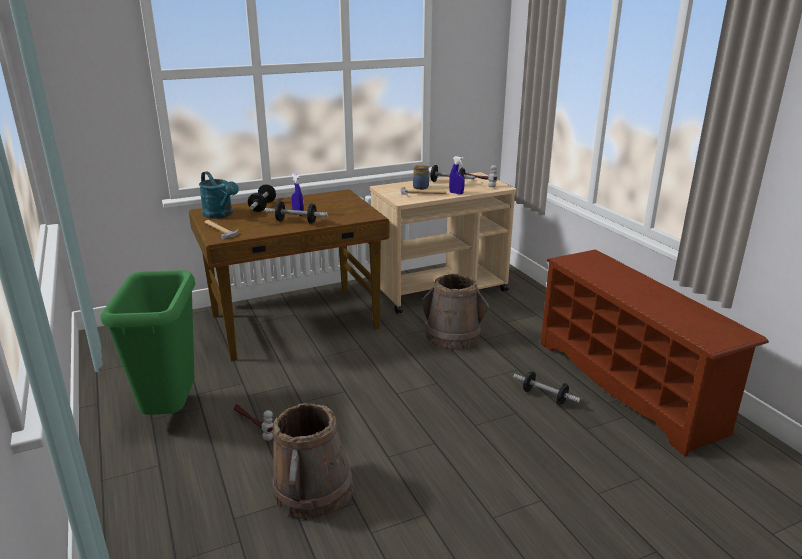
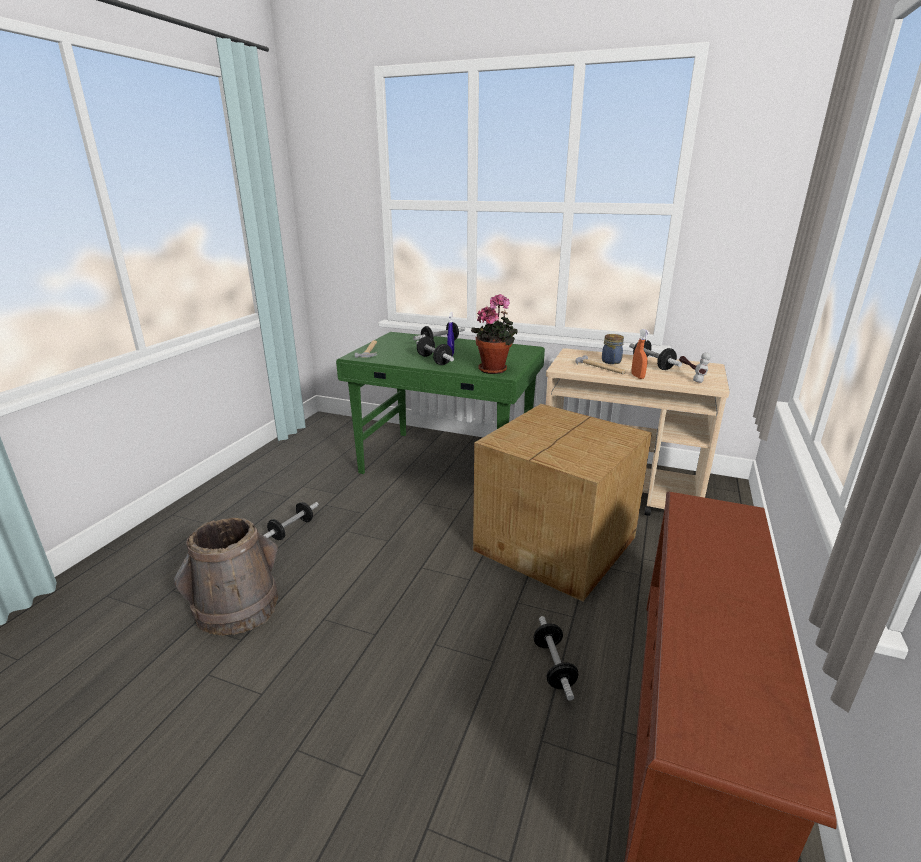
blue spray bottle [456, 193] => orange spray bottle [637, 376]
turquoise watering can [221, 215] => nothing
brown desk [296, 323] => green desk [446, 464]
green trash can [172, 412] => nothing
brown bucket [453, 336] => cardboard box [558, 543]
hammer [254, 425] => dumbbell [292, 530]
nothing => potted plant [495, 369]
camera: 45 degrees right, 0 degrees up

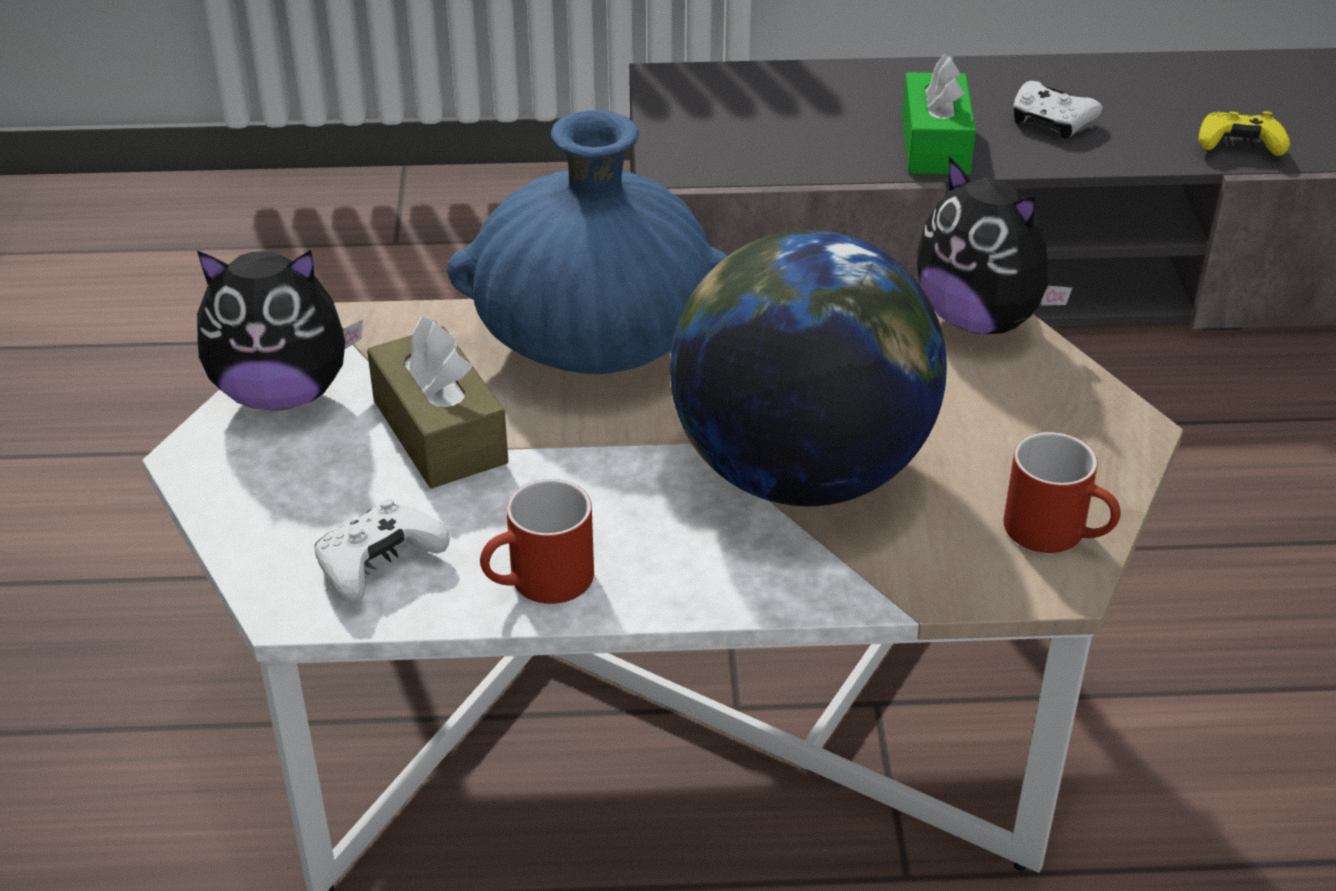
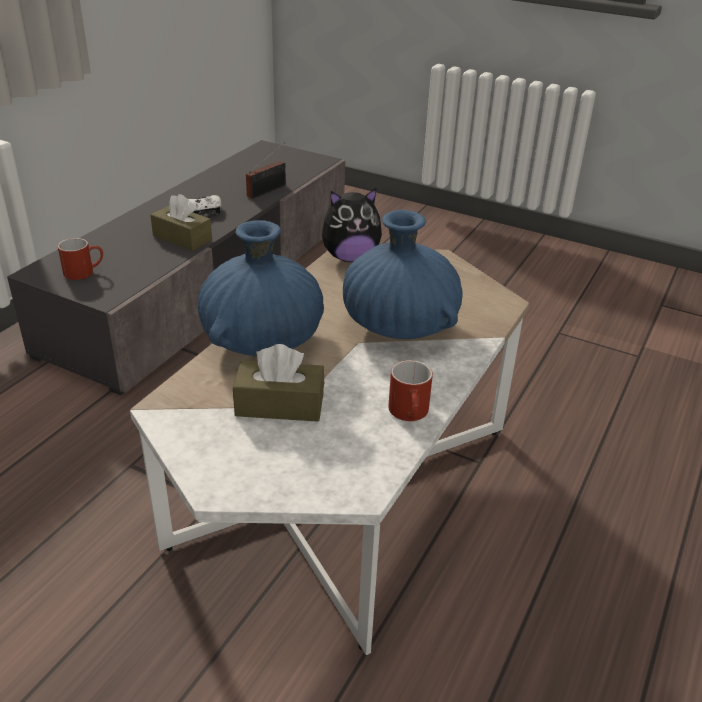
green tissue box [935, 144] => brown tissue box [182, 238]
yellow game controller [1238, 147] => radio [269, 190]
globe [800, 470] => blue vase [399, 327]
plush toy [283, 393] => nothing
red mug [1059, 532] => red mug [84, 271], moved
white game controller [378, 565] => nothing
camera: 60 degrees left, 5 degrees down

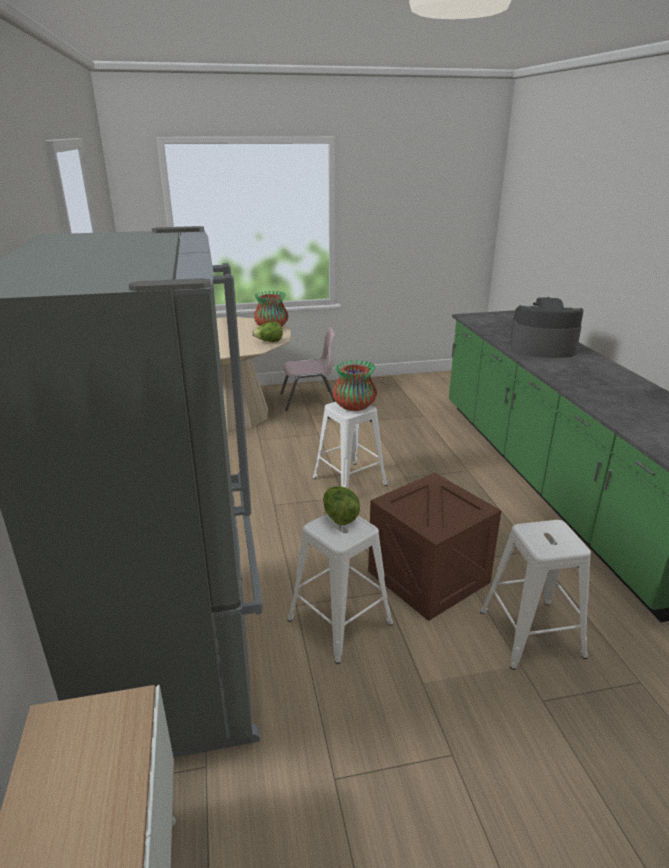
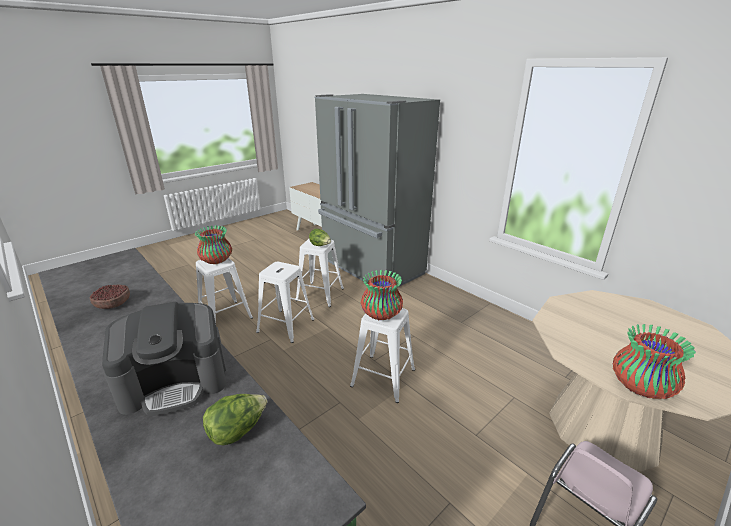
lettuce [269, 342] => lettuce [237, 430], moved
crate [428, 577] => white stool [285, 325]
nothing => vase [216, 260]
nothing => bowl [113, 304]
camera: 150 degrees right, 0 degrees up

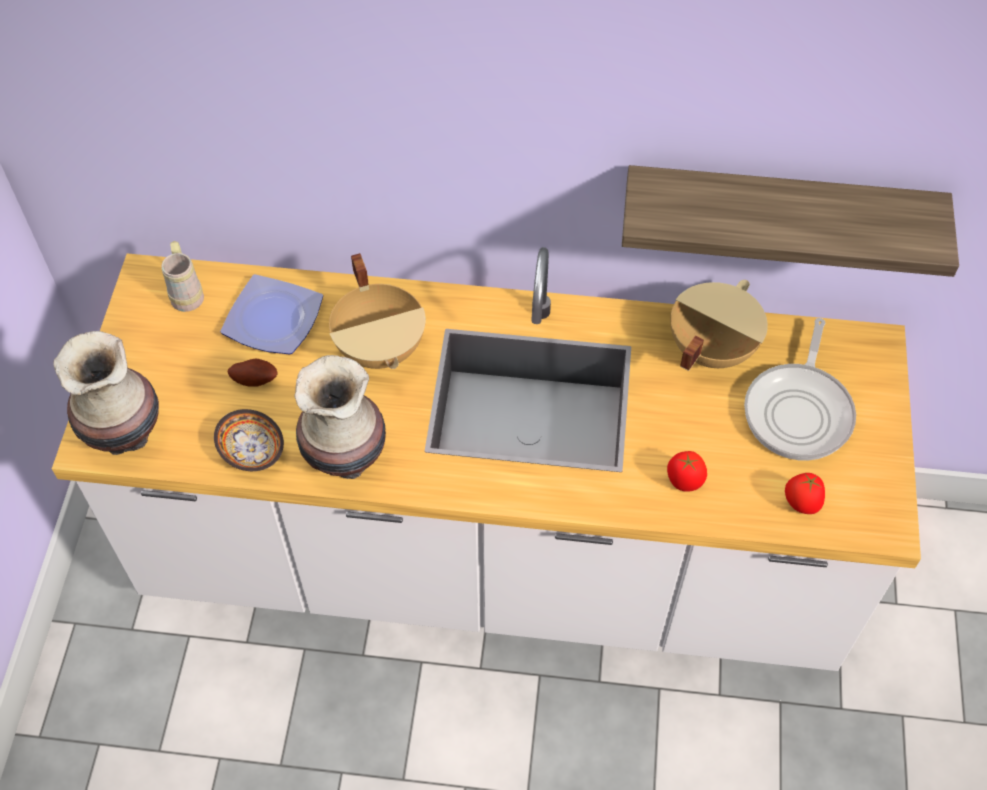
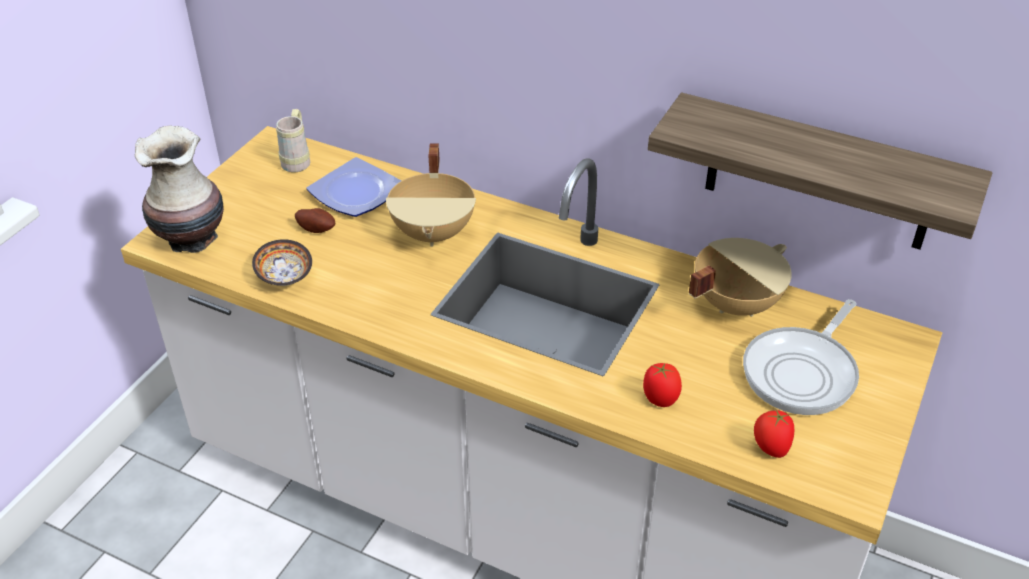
vase [347, 457] => nothing
camera: 20 degrees right, 15 degrees down

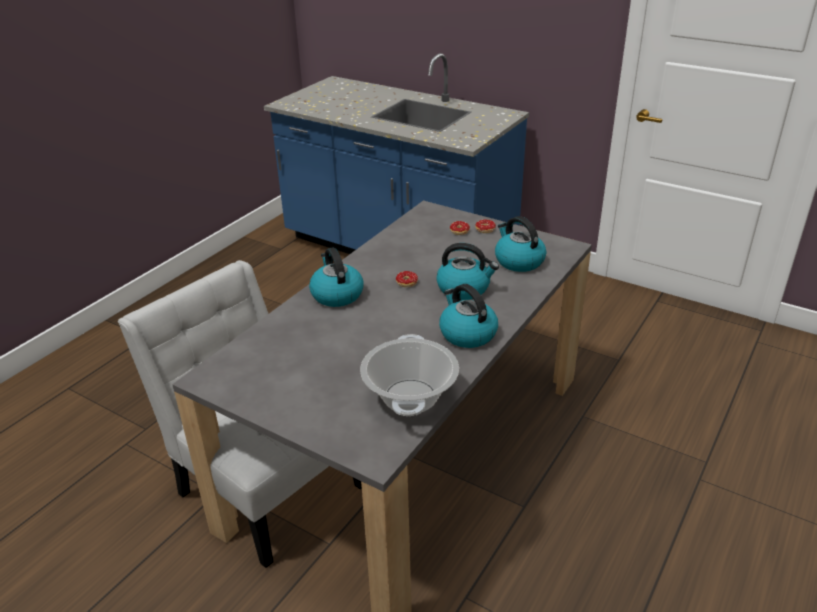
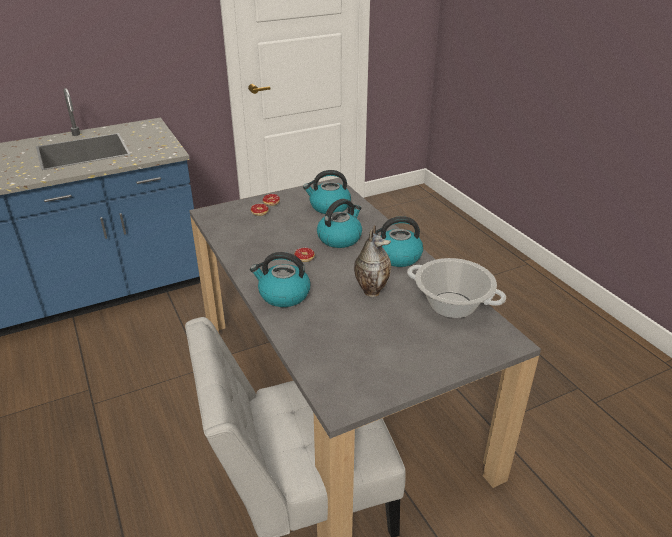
nothing => vase [371, 290]
camera: 60 degrees left, 0 degrees up

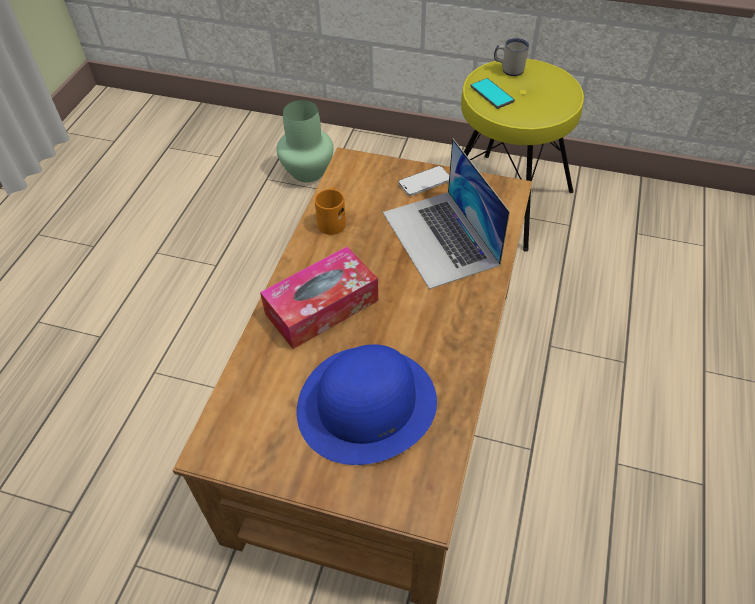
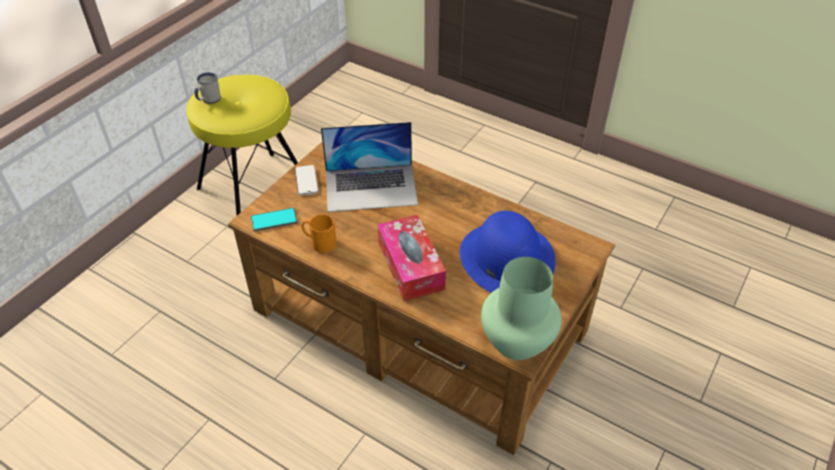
phone [492, 94] => phone [274, 220], moved
green vase [307, 171] => green vase [515, 342], moved
camera: 75 degrees left, 5 degrees down

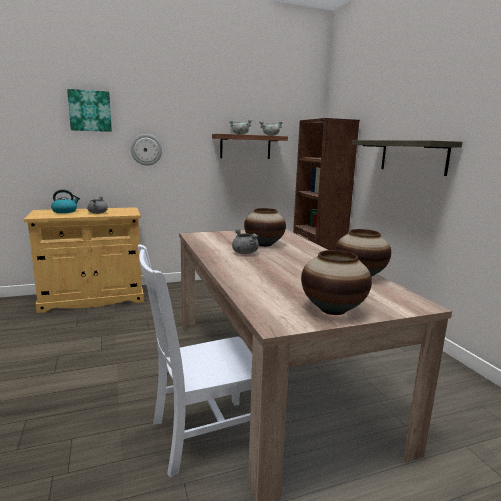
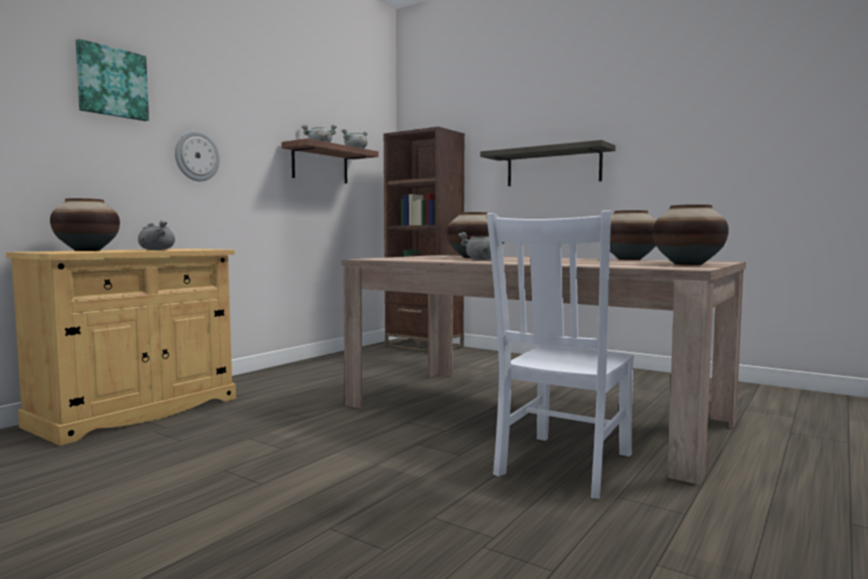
kettle [65, 211] => vase [87, 250]
camera: 35 degrees left, 10 degrees down

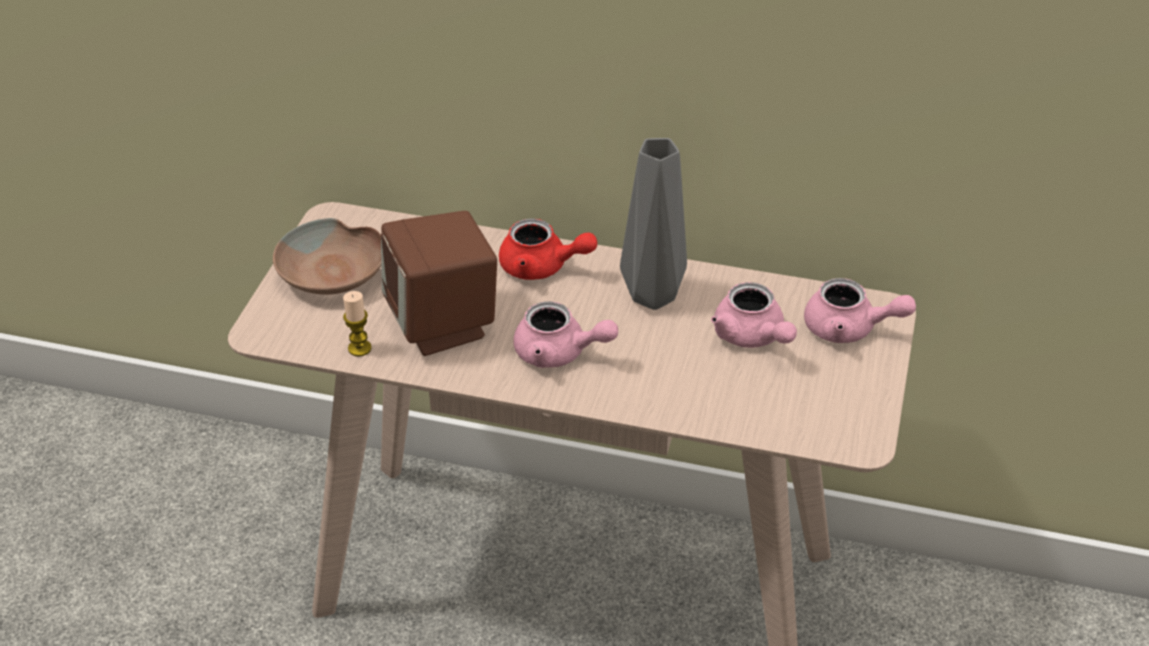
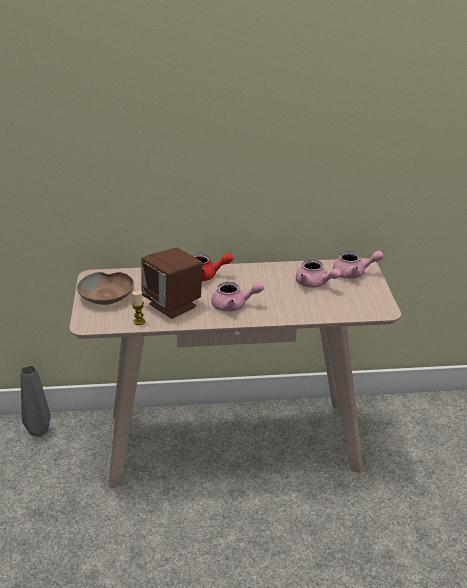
grey vase [651, 297] => grey vase [38, 432], moved
camera: 20 degrees left, 10 degrees down

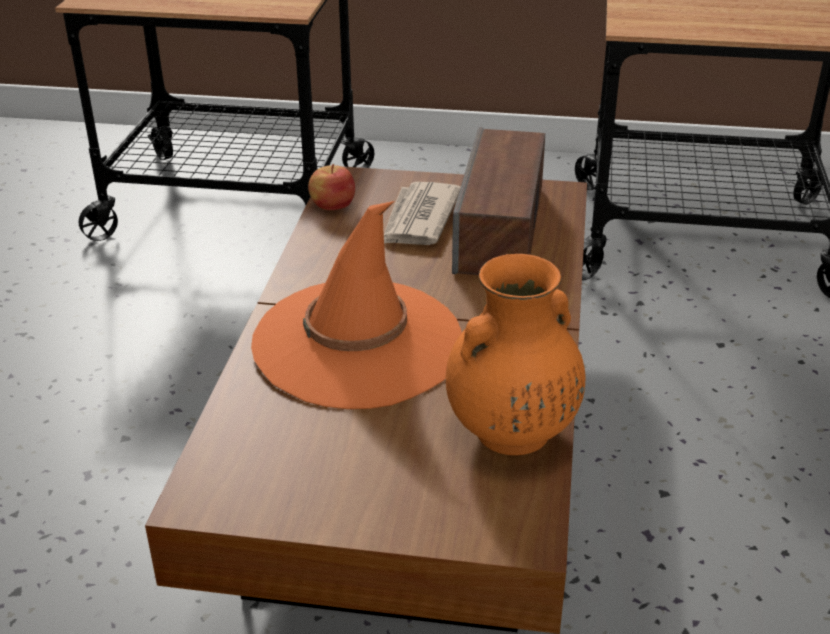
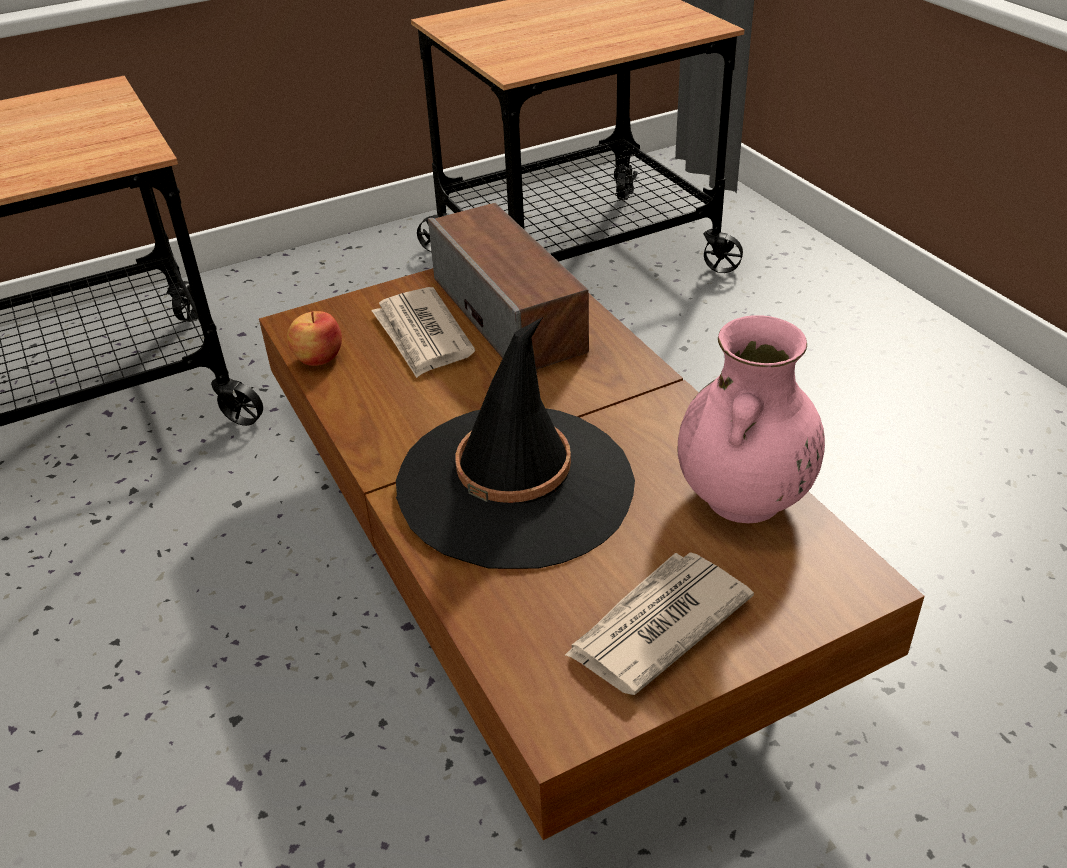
orange hat [358, 343] => black hat [516, 485]
orange vase [510, 433] => pink vase [743, 499]
nothing => newspaper [656, 626]
camera: 35 degrees left, 5 degrees up

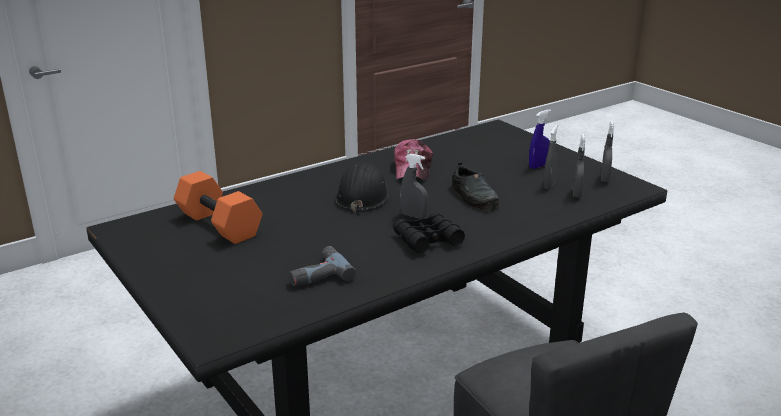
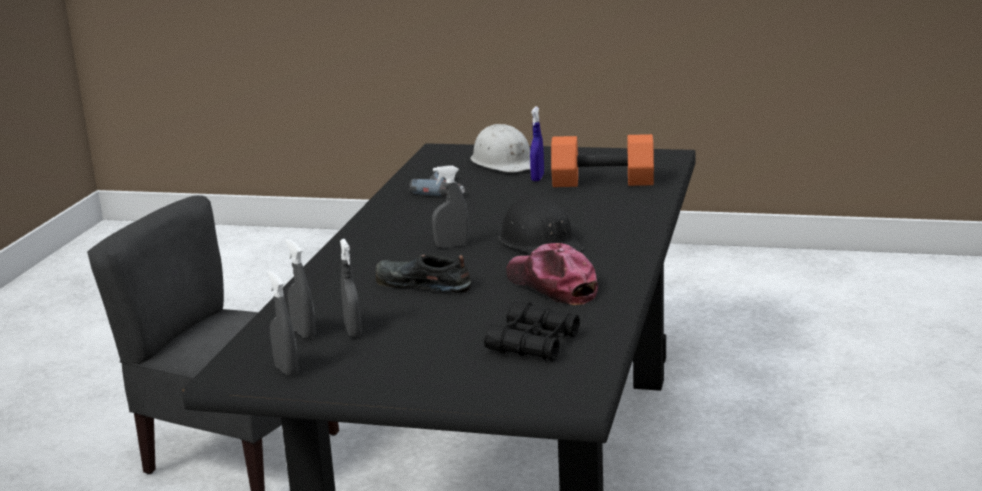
blue spray bottle [538, 166] => blue spray bottle [537, 178], moved
black binoculars [427, 240] => black binoculars [533, 343], moved
nothing => white hard hat [504, 162]
camera: 140 degrees right, 5 degrees down

